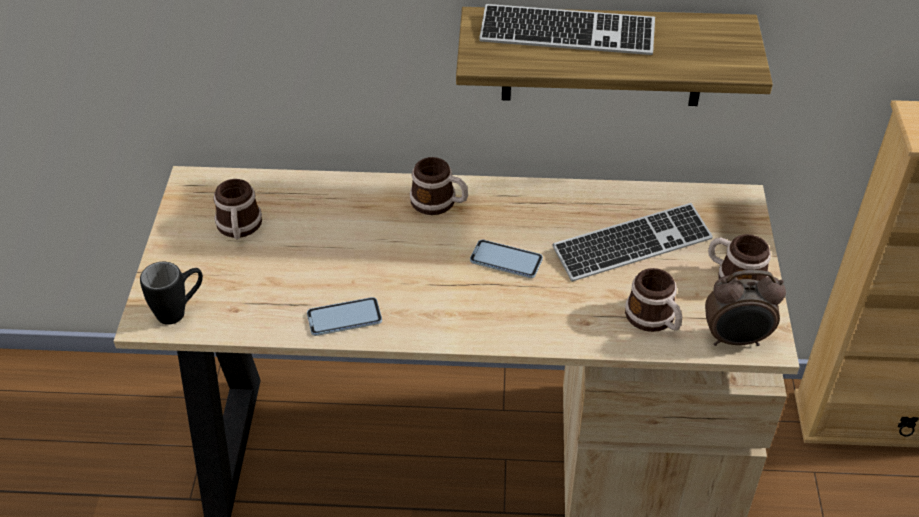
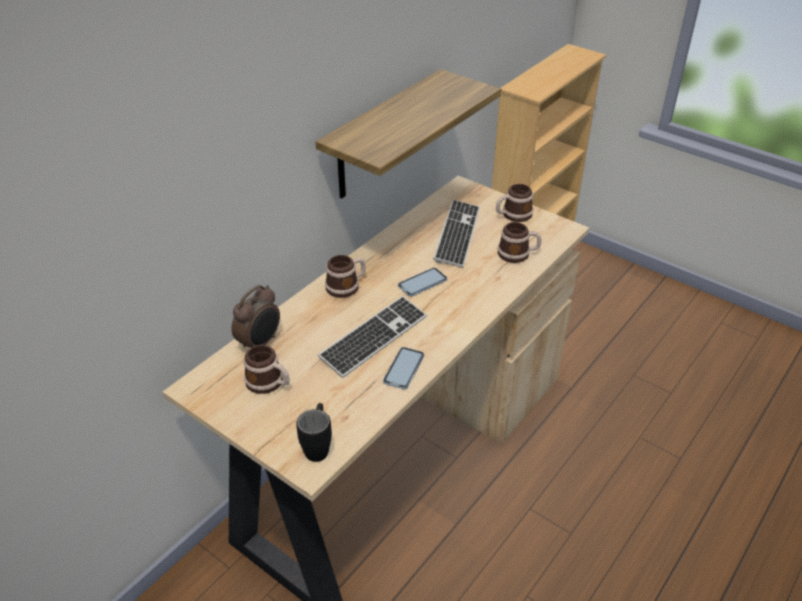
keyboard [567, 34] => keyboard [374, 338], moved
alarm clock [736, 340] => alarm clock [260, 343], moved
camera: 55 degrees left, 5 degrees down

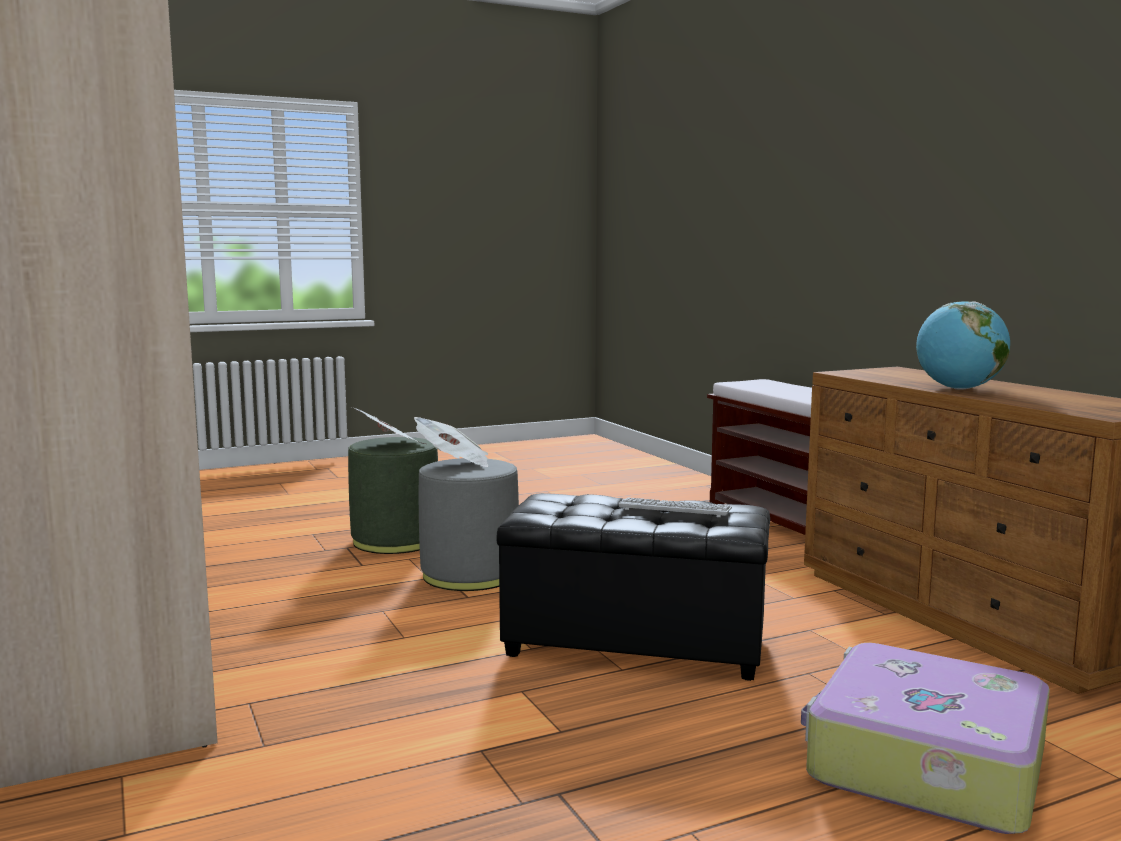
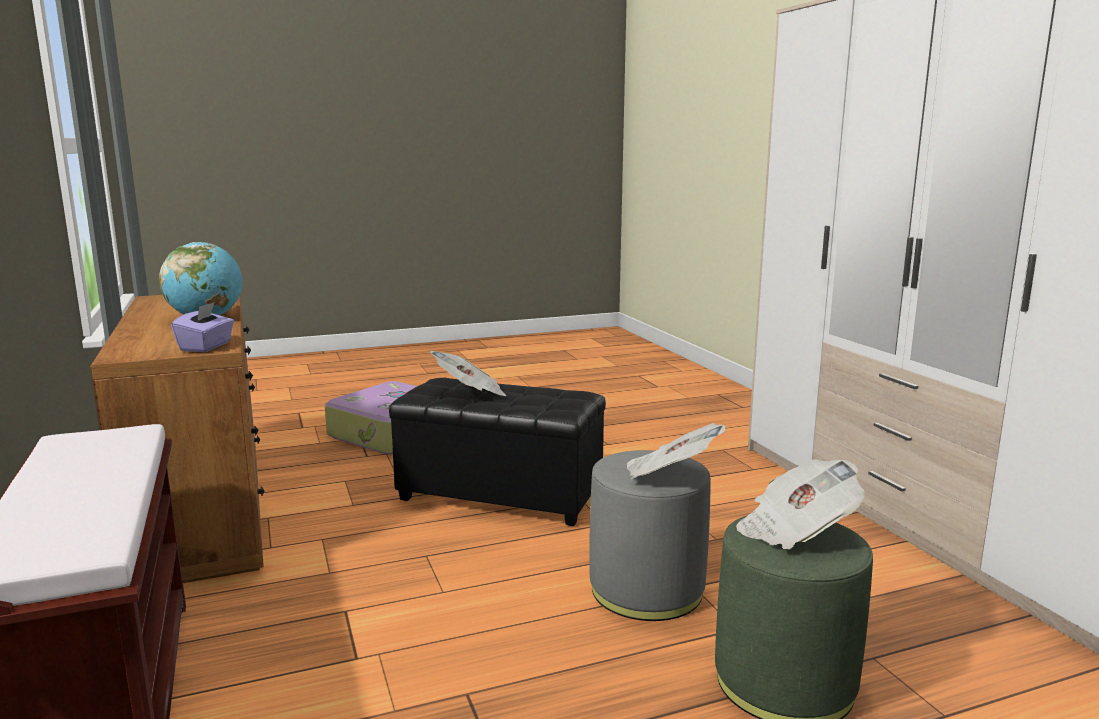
keyboard [675, 509] => newspaper [470, 392]
nothing => purple tissue box [206, 347]
camera: 175 degrees left, 5 degrees up

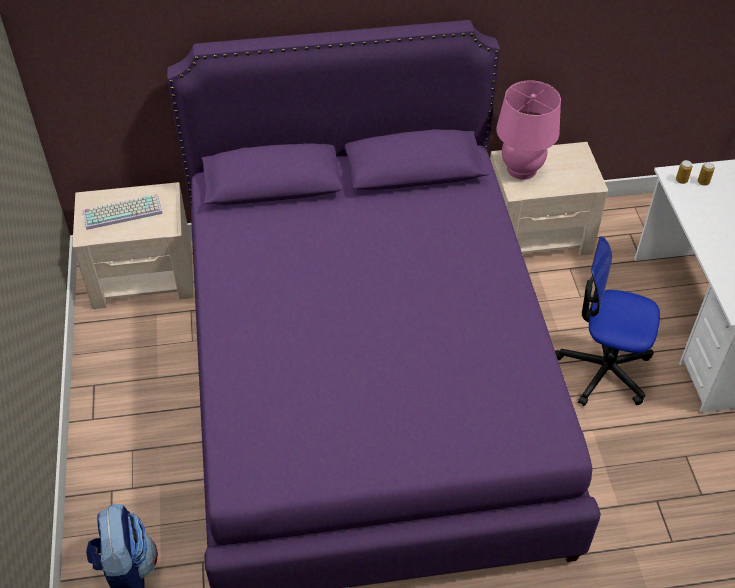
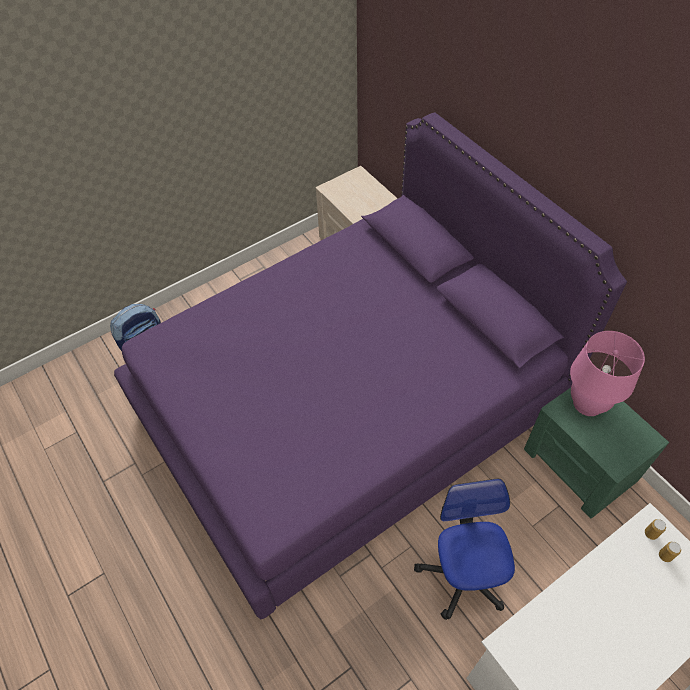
beige nightstand [538, 233] => green nightstand [580, 465]
keyboard [123, 211] => nothing
camera: 65 degrees right, 5 degrees up

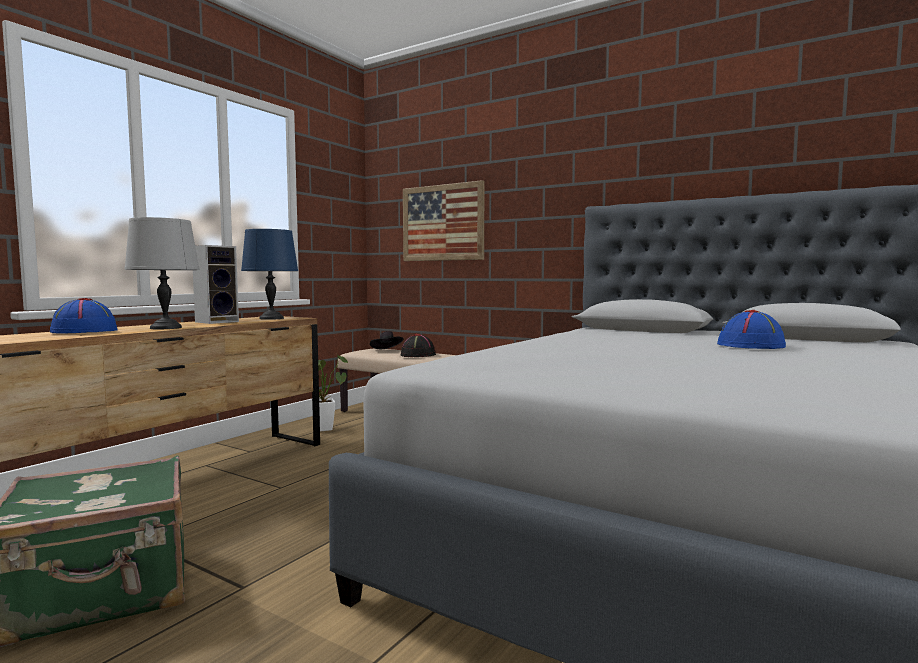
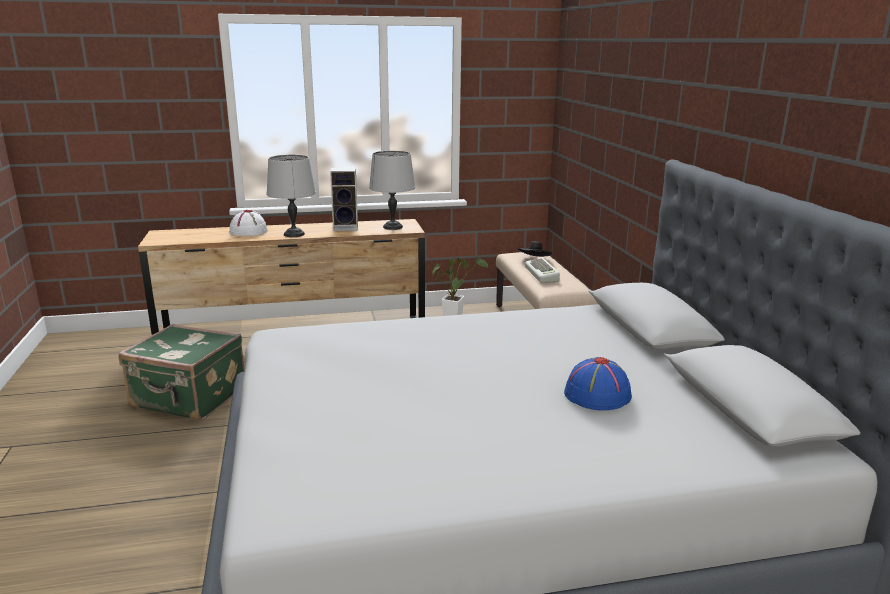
picture [442, 223] => nothing
blue table lamp [271, 318] => grey table lamp [392, 227]
blue hat [84, 331] => white hat [248, 231]
black hat [418, 355] => keyboard [543, 275]
camera: 45 degrees right, 15 degrees up

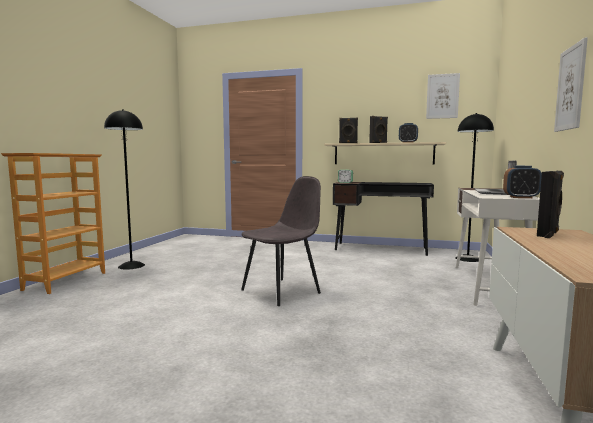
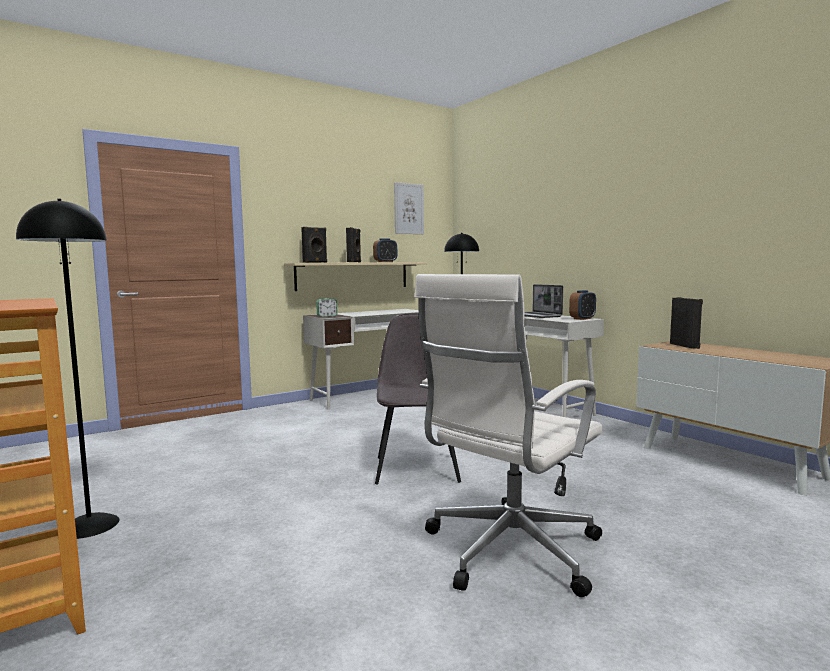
picture [570, 88] => nothing
black desk [381, 249] => white desk [370, 396]
nothing => white office chair [508, 551]
camera: 50 degrees left, 0 degrees up

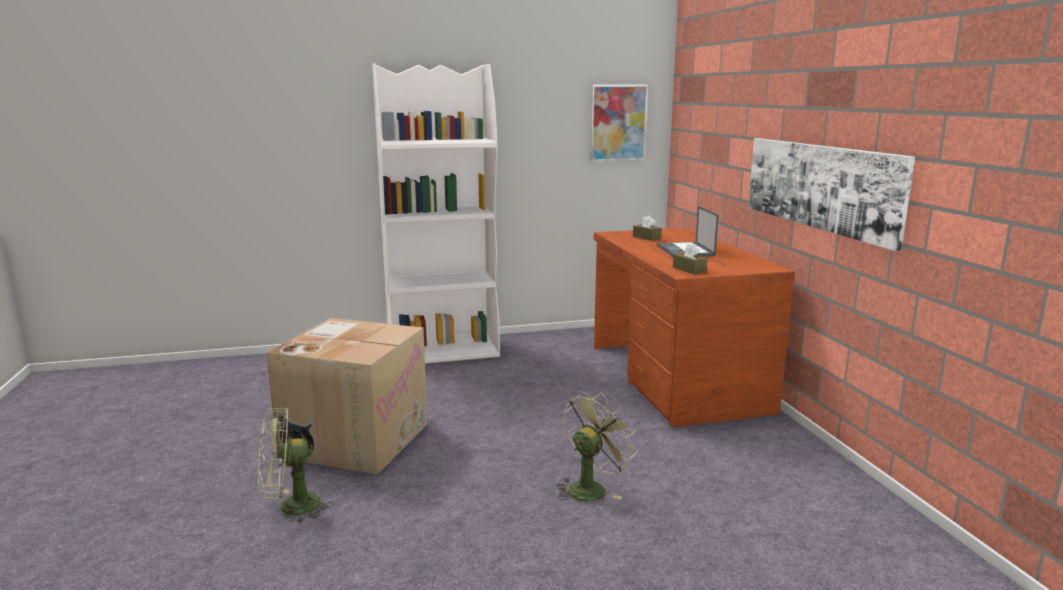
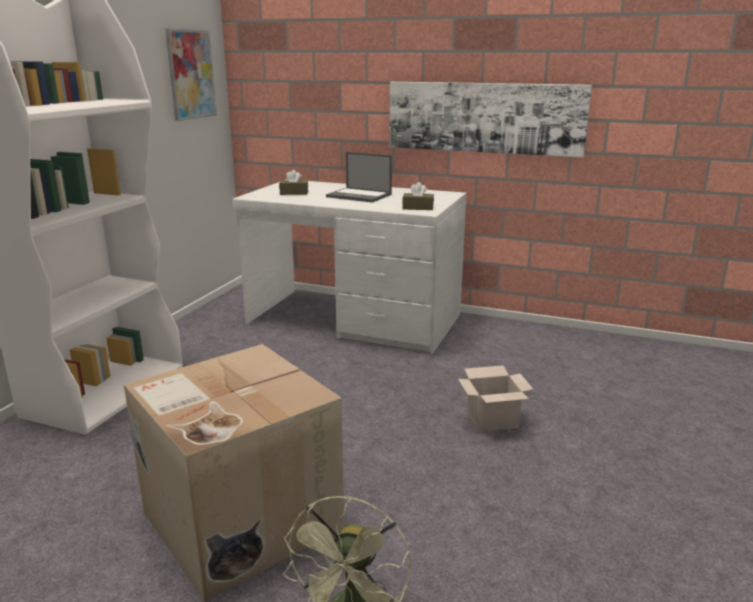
brown desk [675, 378] => white desk [354, 319]
green fan [591, 488] => cardboard box [491, 421]
camera: 55 degrees left, 5 degrees up

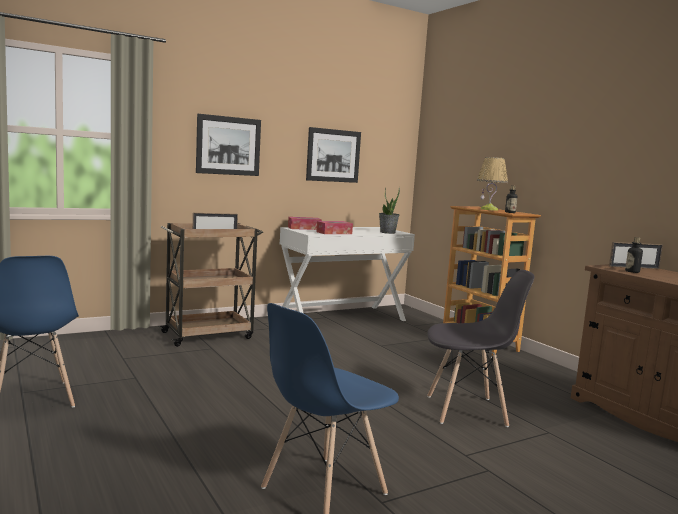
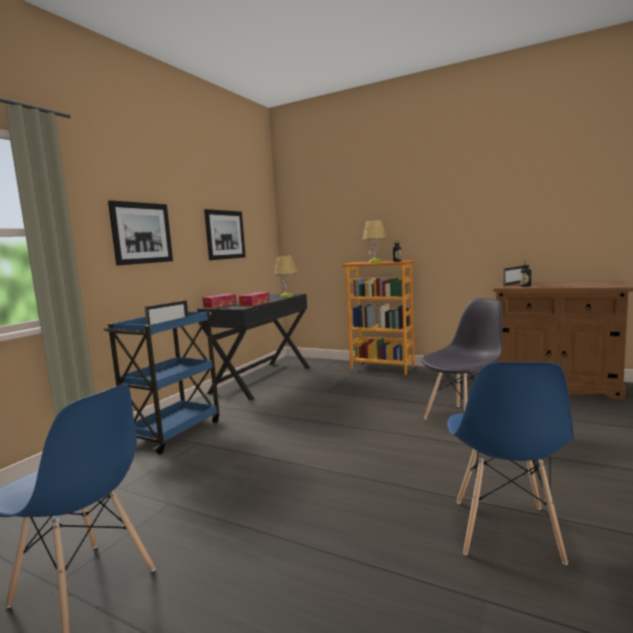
potted plant [387, 232] => table lamp [287, 296]
brown cart [209, 335] => blue cart [174, 431]
white desk [342, 318] => black desk [262, 379]
camera: 30 degrees left, 0 degrees up

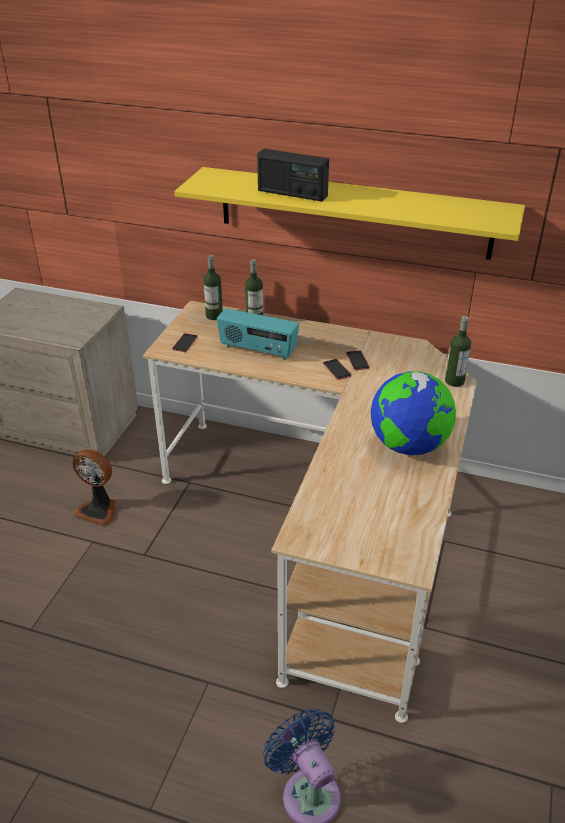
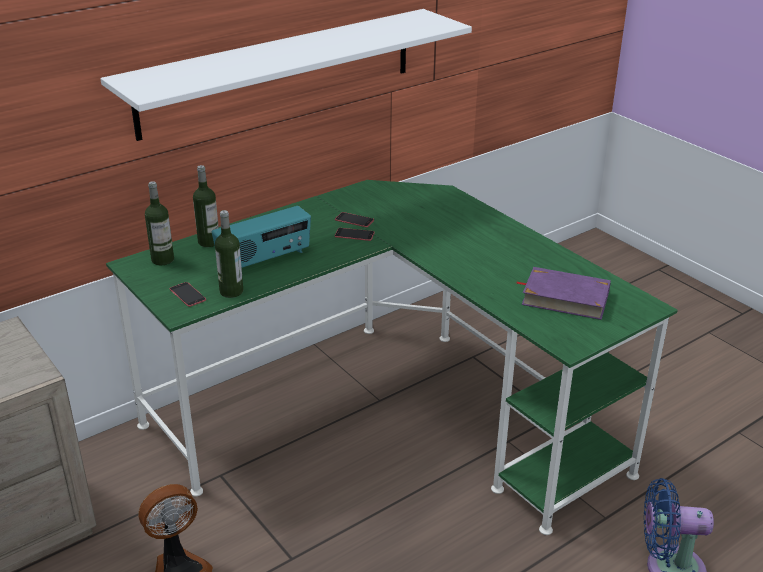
radio [292, 193] => nothing
yellow shelf [353, 212] => white shelf [279, 72]
beige desk [325, 527] => green desk [388, 413]
bottle [454, 381] => bottle [231, 291], moved
globe [408, 446] => nothing
nothing => purple book [565, 298]
camera: 55 degrees left, 5 degrees down

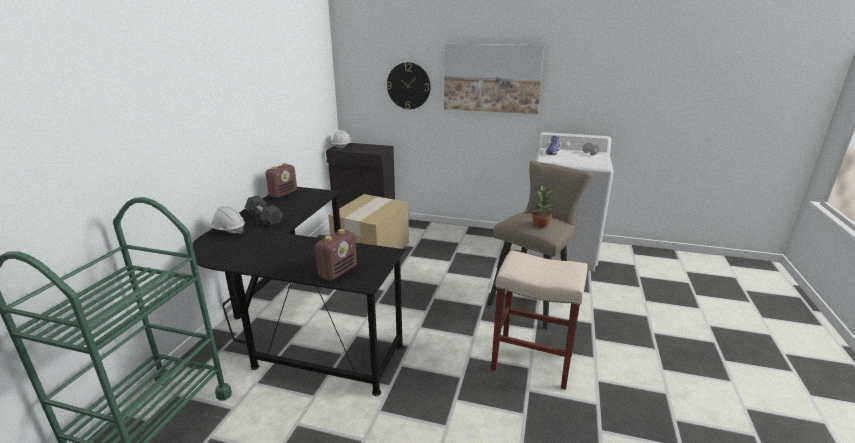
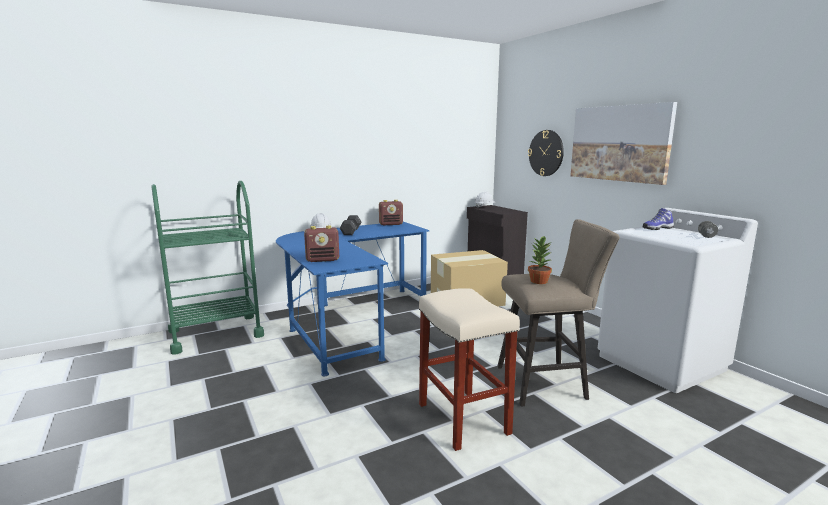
black desk [300, 324] => blue desk [349, 321]
camera: 45 degrees right, 10 degrees down

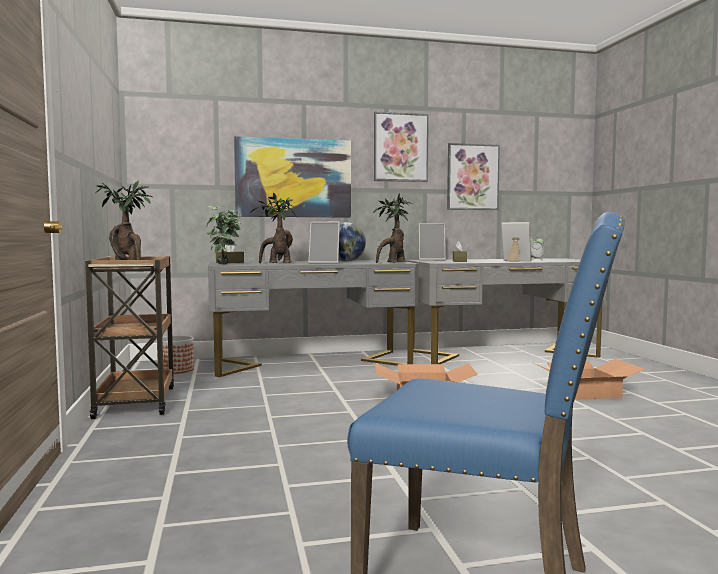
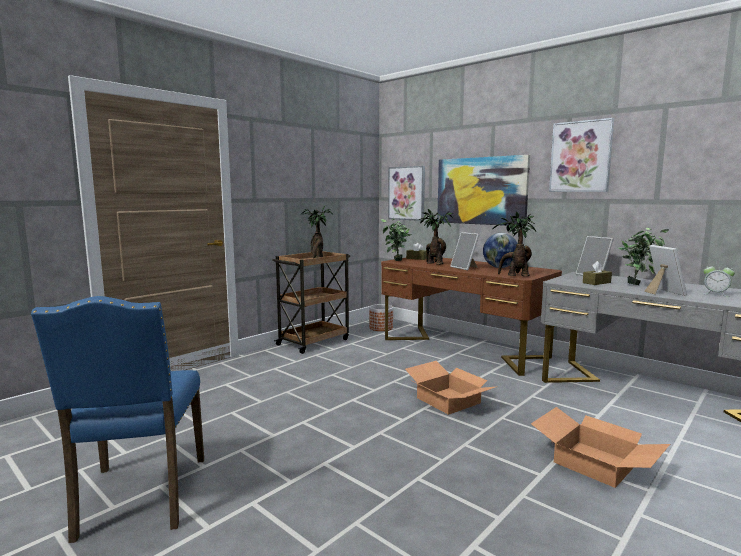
picture [472, 177] => picture [407, 193], moved
grey desk [312, 363] => brown desk [462, 348]
nothing => potted plant [638, 284]
camera: 55 degrees right, 5 degrees up

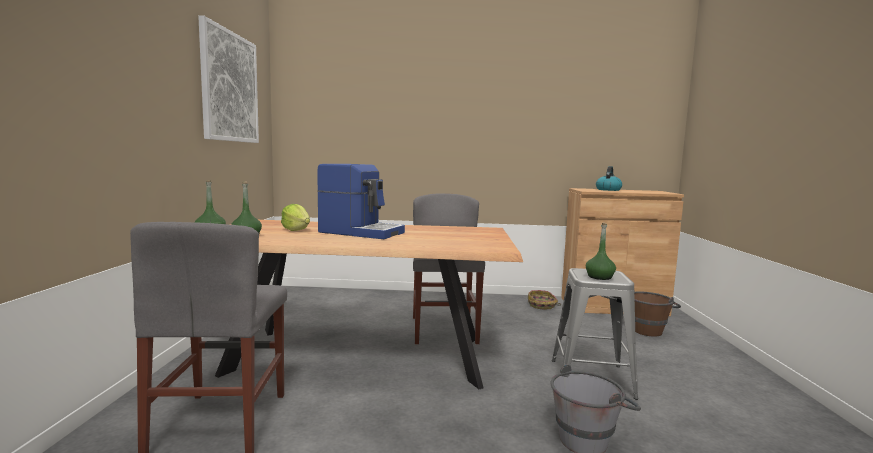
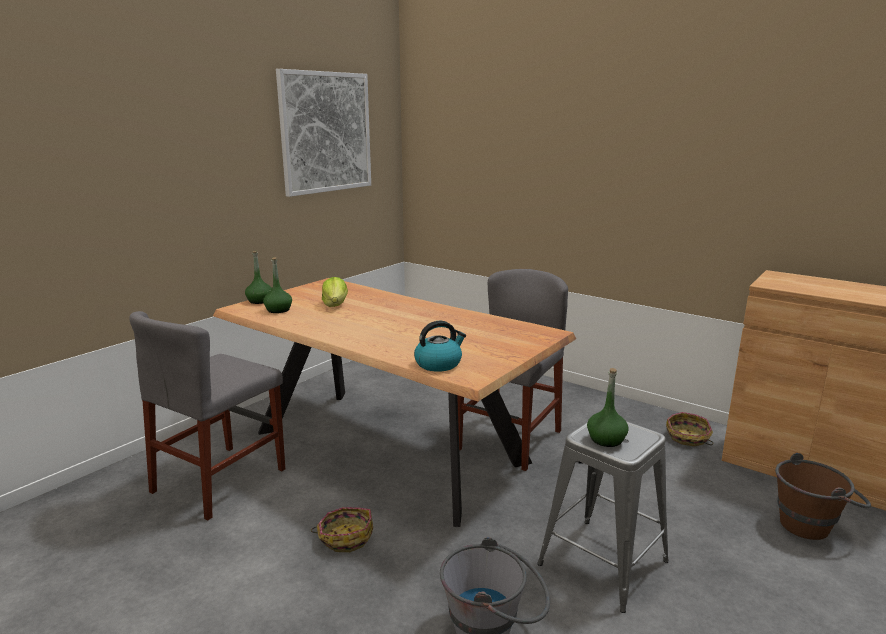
coffee machine [361, 232] => nothing
kettle [608, 190] => kettle [439, 364], moved
nothing => basket [345, 537]
camera: 35 degrees right, 10 degrees up

